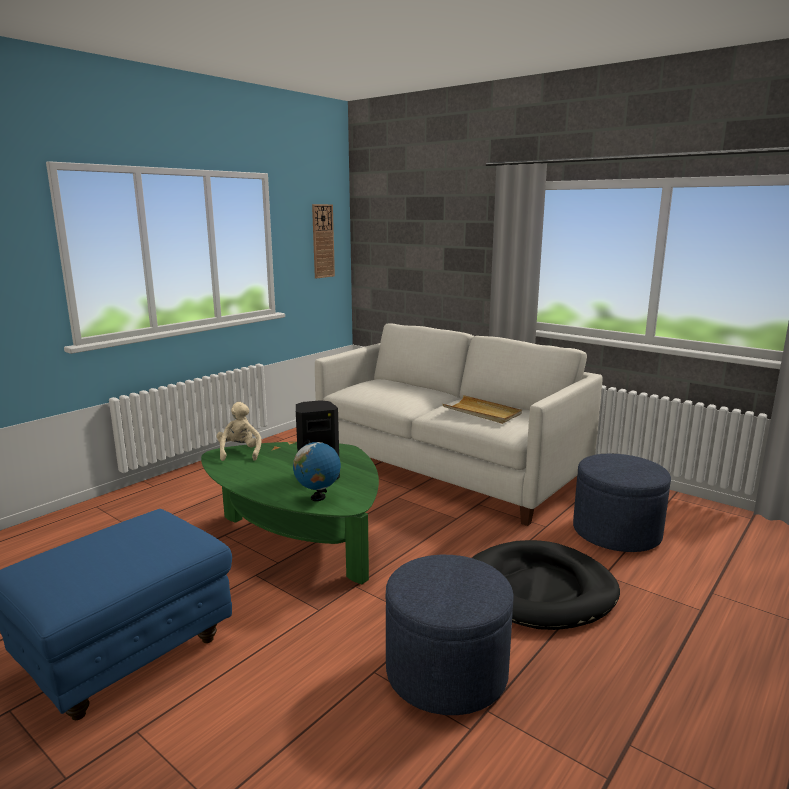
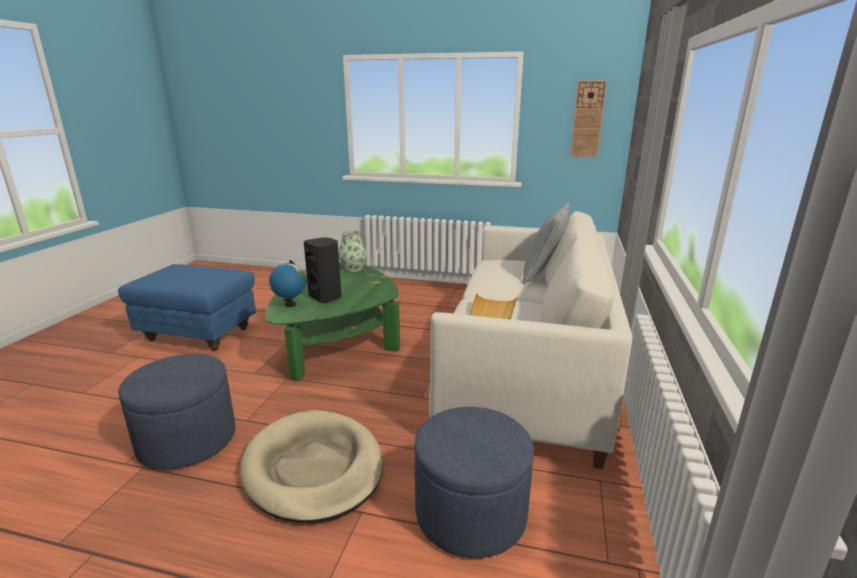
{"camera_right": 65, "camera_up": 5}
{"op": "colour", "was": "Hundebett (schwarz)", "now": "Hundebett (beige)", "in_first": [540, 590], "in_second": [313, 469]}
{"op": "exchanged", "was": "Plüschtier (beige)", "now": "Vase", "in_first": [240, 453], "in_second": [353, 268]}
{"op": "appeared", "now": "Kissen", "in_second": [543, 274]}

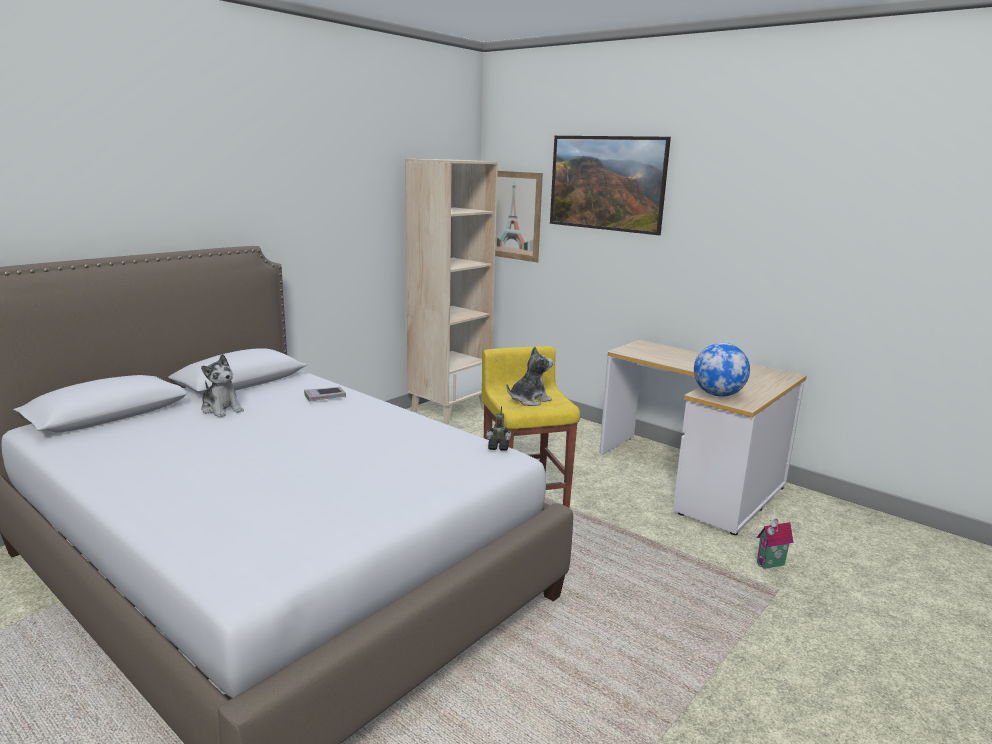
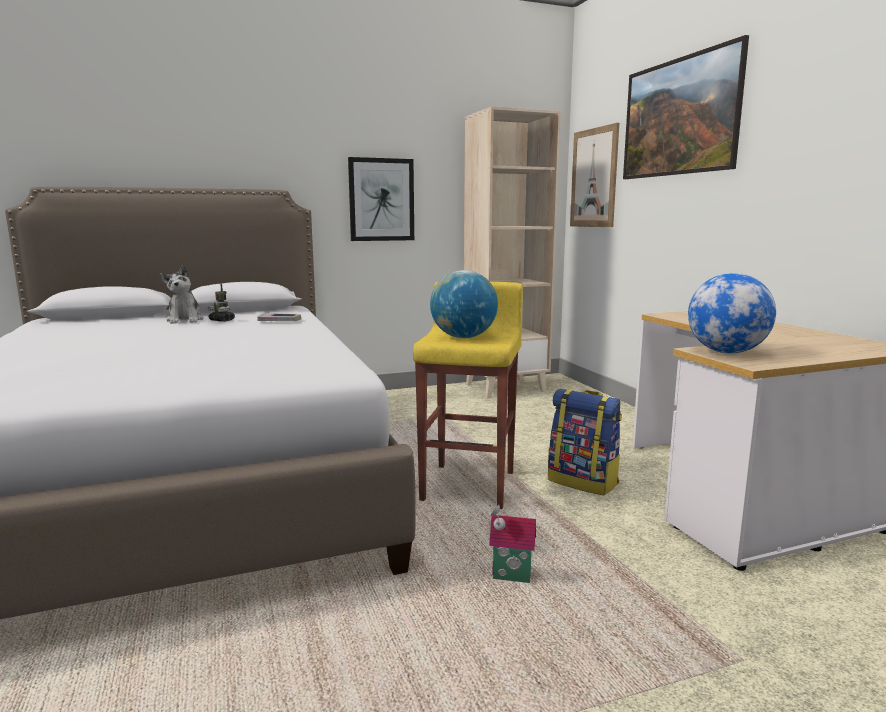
{"camera_right": 30, "camera_up": -5}
{"op": "relocated", "was": "Spielzeugroboter", "in_first": [498, 447], "in_second": [222, 320]}
{"op": "appeared", "now": "Bild", "in_second": [381, 200]}
{"op": "exchanged", "was": "Plüschtier", "now": "Globus", "in_first": [529, 400], "in_second": [463, 337]}
{"op": "relocated", "was": "Spielzeughaus", "in_first": [771, 565], "in_second": [511, 579]}
{"op": "appeared", "now": "Rucksack", "in_second": [583, 482]}

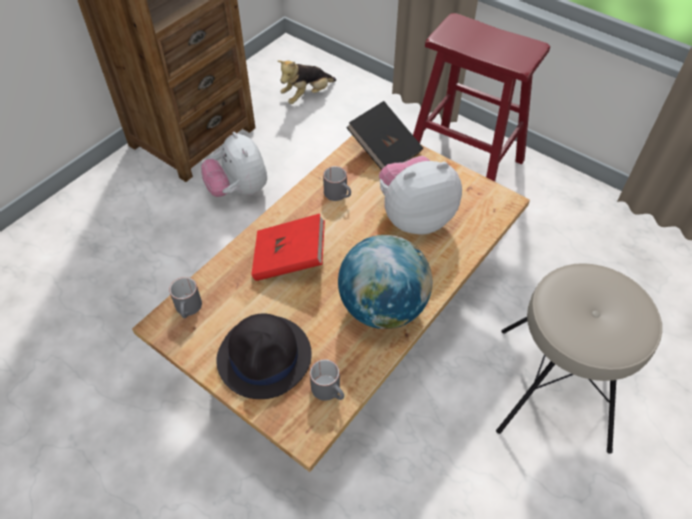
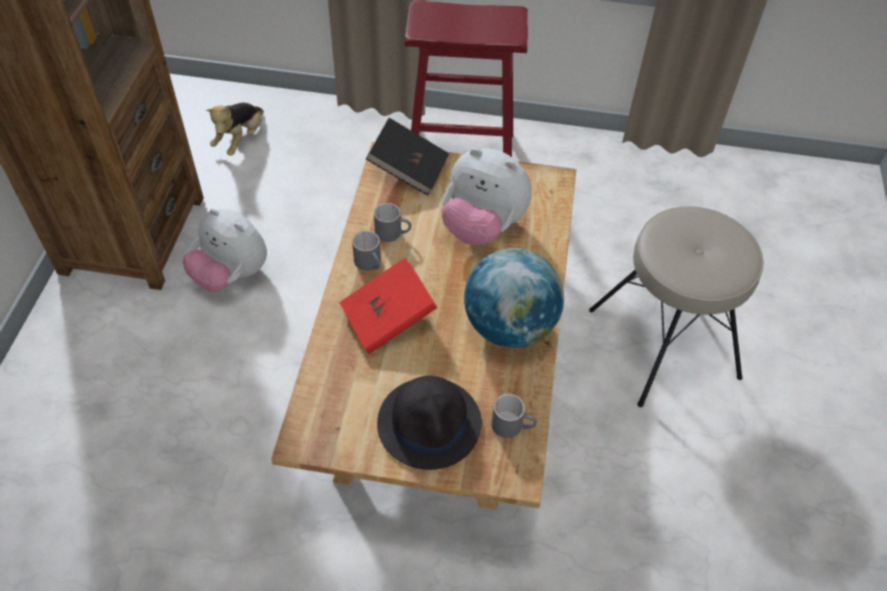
{"camera_right": -30, "camera_up": 0}
{"op": "relocated", "was": "Henkelbecher (grau)", "in_first": [189, 309], "in_second": [371, 264]}
{"op": "spun", "was": "Plüschtier", "in_first": [414, 217], "in_second": [482, 227], "clockwise": -105}

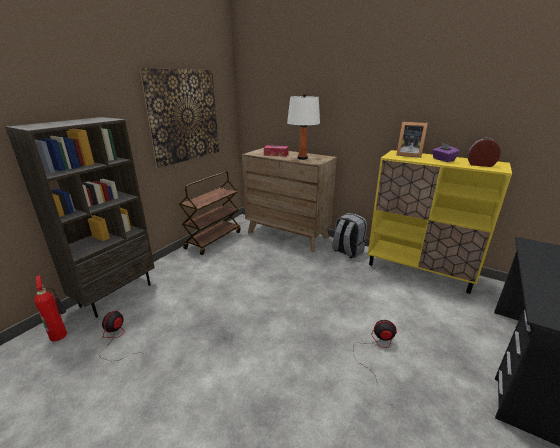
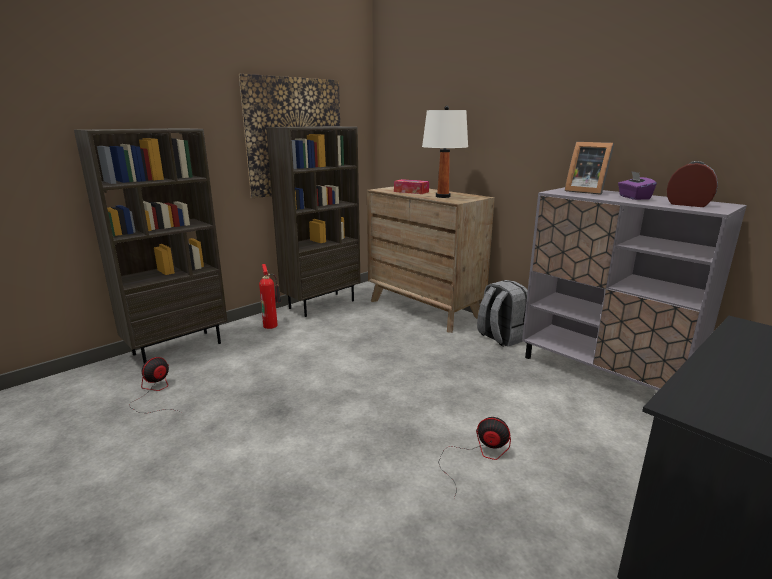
{"camera_right": 15, "camera_up": -5}
{"op": "relocated", "was": "Feuerlöscher", "in_first": [60, 334], "in_second": [271, 325]}
{"op": "exchanged", "was": "Rollwagen (braun)", "now": "Bücherregal (braun)", "in_first": [213, 239], "in_second": [322, 304]}
{"op": "colour", "was": "Schrank (gelb)", "now": "Schrank (grau)", "in_first": [419, 270], "in_second": [603, 374]}

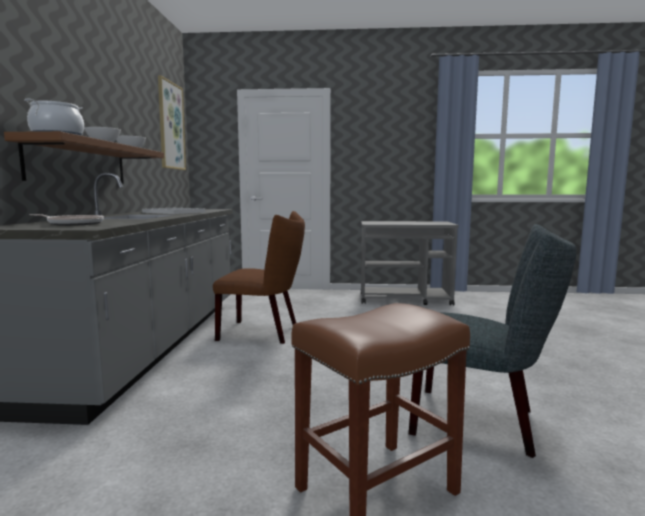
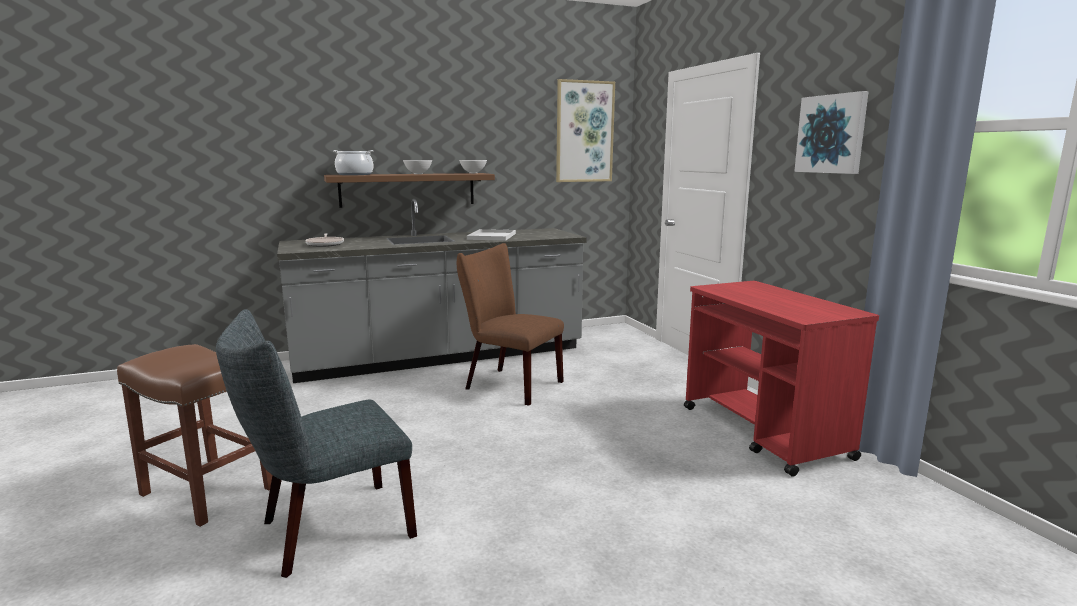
{"camera_right": 65, "camera_up": 5}
{"op": "spun", "was": "Stuhl (grau)", "in_first": [482, 422], "in_second": [327, 531], "clockwise": 60}
{"op": "spun", "was": "Stuhl (braun)", "in_first": [264, 332], "in_second": [508, 384], "clockwise": 135}
{"op": "colour", "was": "Rollwagen (grau)", "now": "Rollwagen (rot)", "in_first": [405, 299], "in_second": [764, 432]}
{"op": "appeared", "now": "Bild", "in_second": [831, 134]}

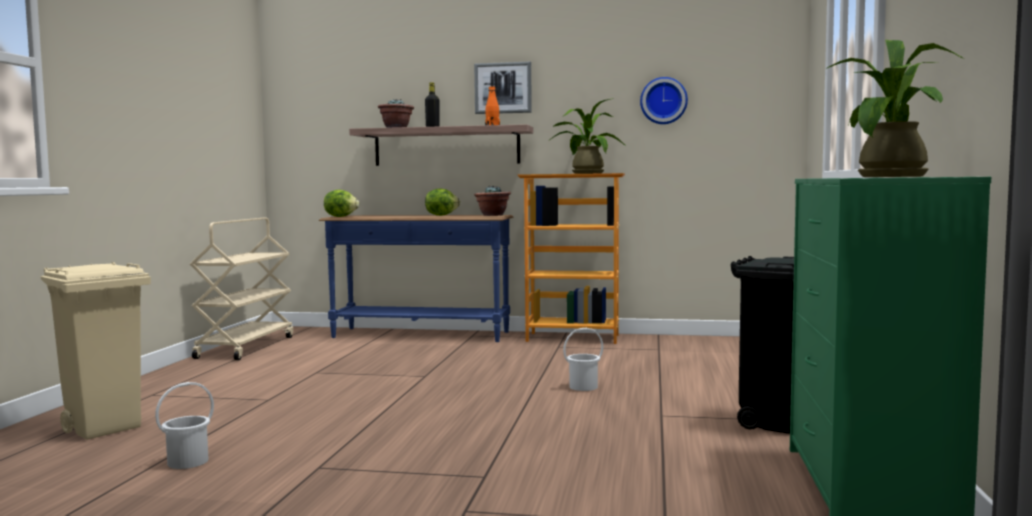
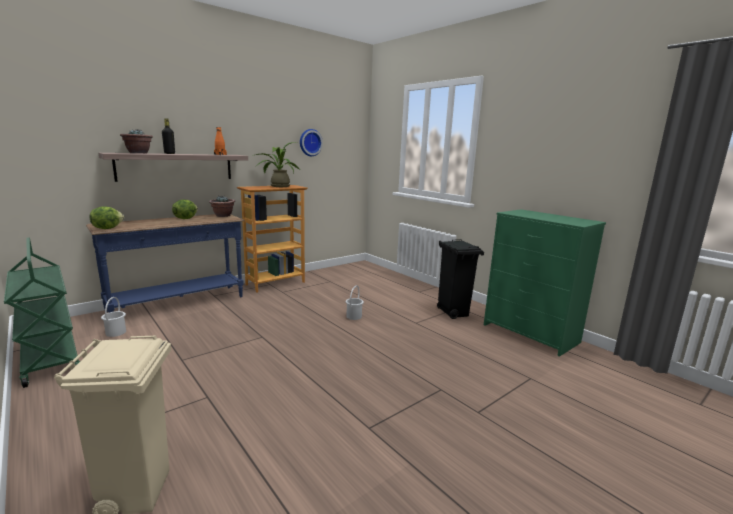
{"camera_right": -50, "camera_up": 10}
{"op": "colour", "was": "Rollwagen (beige)", "now": "Rollwagen (grün)", "in_first": [245, 347], "in_second": [49, 357]}
{"op": "relocated", "was": "Eimer (weiß)", "in_first": [188, 462], "in_second": [116, 332]}
{"op": "missing", "was": "Bild", "in_first": [503, 88]}
{"op": "missing", "was": "Topfpflanze", "in_first": [889, 176]}

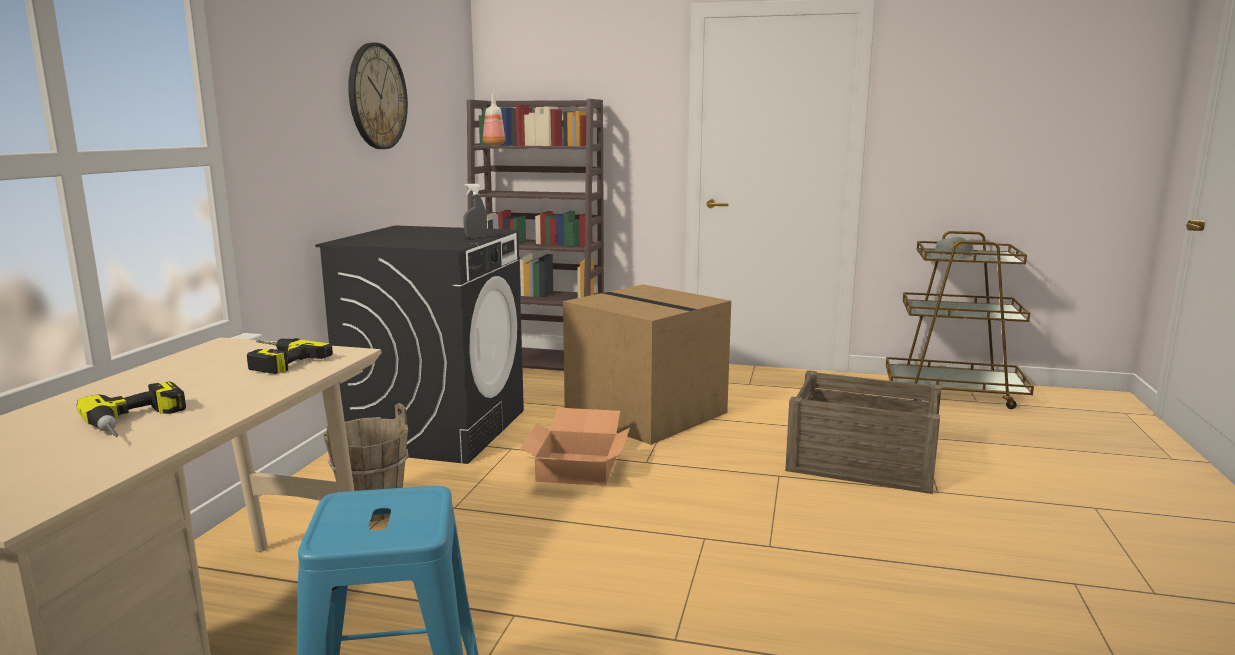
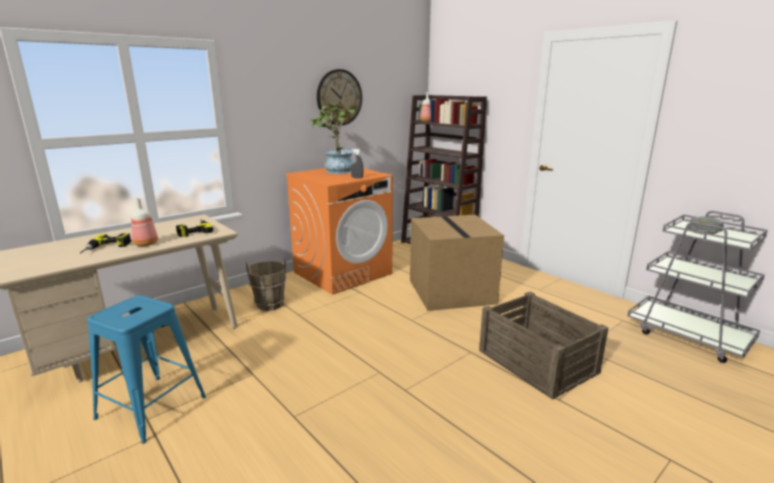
{"camera_right": 35, "camera_up": 5}
{"op": "appeared", "now": "Flasche", "in_second": [145, 244]}
{"op": "colour", "was": "Waschmaschine (schwarz)", "now": "Waschmaschine (orange)", "in_first": [437, 429], "in_second": [343, 273]}
{"op": "appeared", "now": "Topfpflanze", "in_second": [336, 172]}
{"op": "colour", "was": "Rollwagen (braun)", "now": "Rollwagen (grau)", "in_first": [954, 393], "in_second": [688, 336]}
{"op": "missing", "was": "Karton", "in_first": [576, 468]}

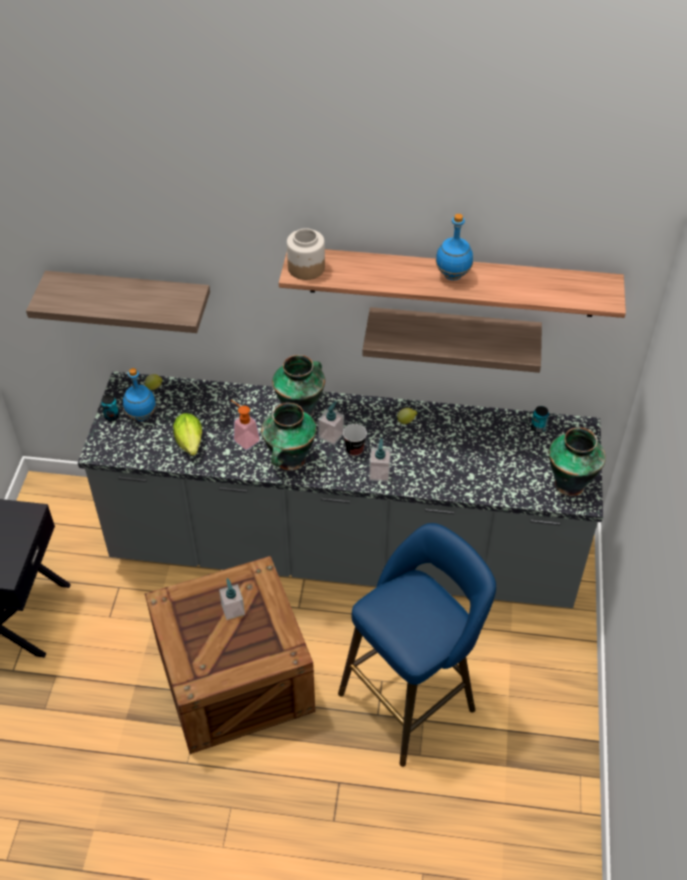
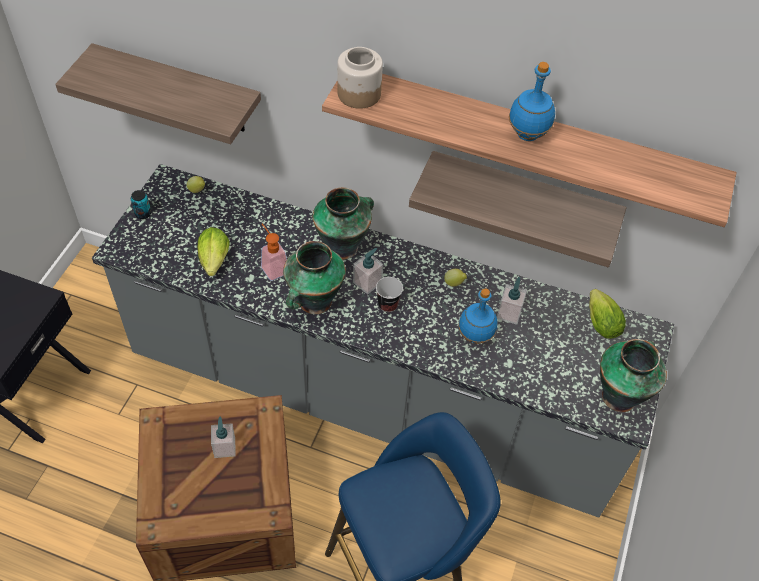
{"camera_right": 10, "camera_up": 5}
{"op": "relocated", "was": "Flasche (blau)", "in_first": [141, 416], "in_second": [475, 336]}
{"op": "relocated", "was": "Seifenspender", "in_first": [379, 473], "in_second": [509, 313]}
{"op": "exchanged", "was": "Dose", "now": "Salatkopf", "in_first": [538, 428], "in_second": [600, 321]}

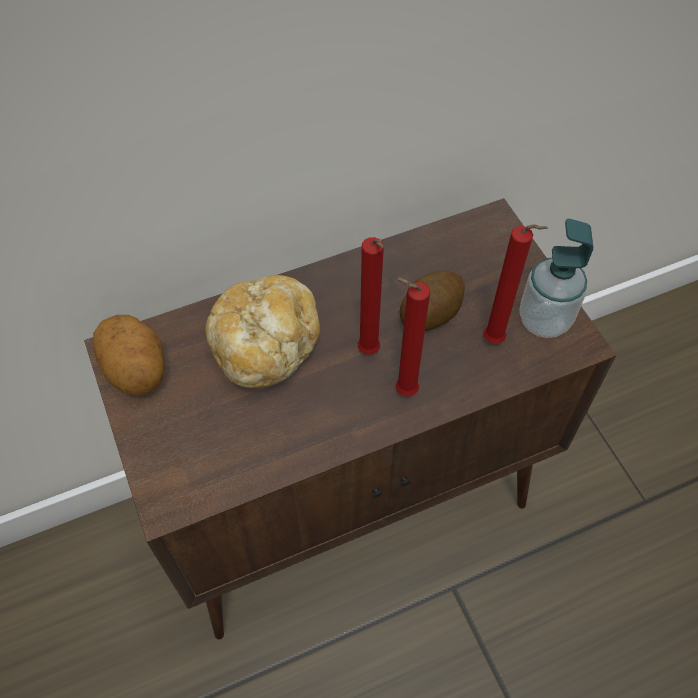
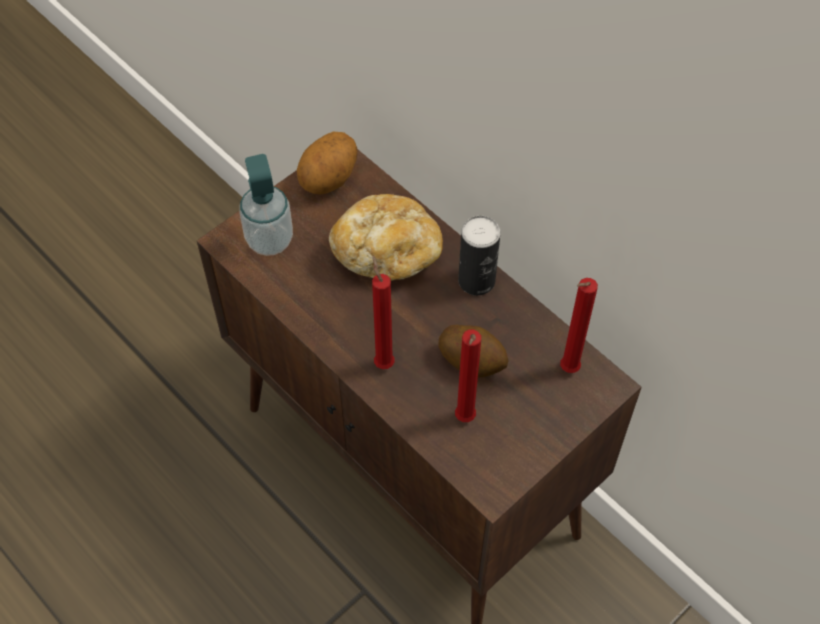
{"camera_right": 70, "camera_up": 0}
{"op": "relocated", "was": "Seifenspender", "in_first": [544, 320], "in_second": [269, 240]}
{"op": "appeared", "now": "Dose", "in_second": [476, 280]}
{"op": "relocated", "was": "Kerze (rot)", "in_first": [369, 353], "in_second": [566, 370]}

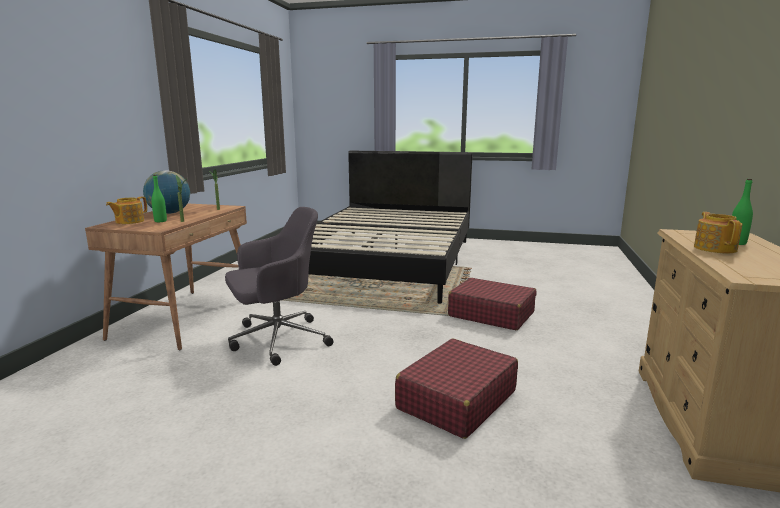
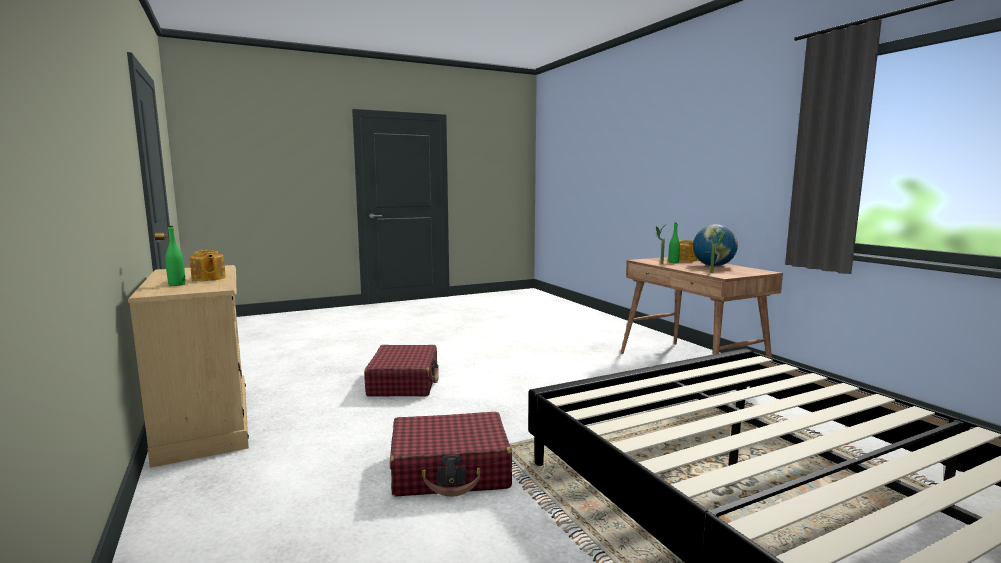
{"camera_right": 140, "camera_up": -5}
{"op": "missing", "was": "Bürostuhl (grau)", "in_first": [277, 340]}

